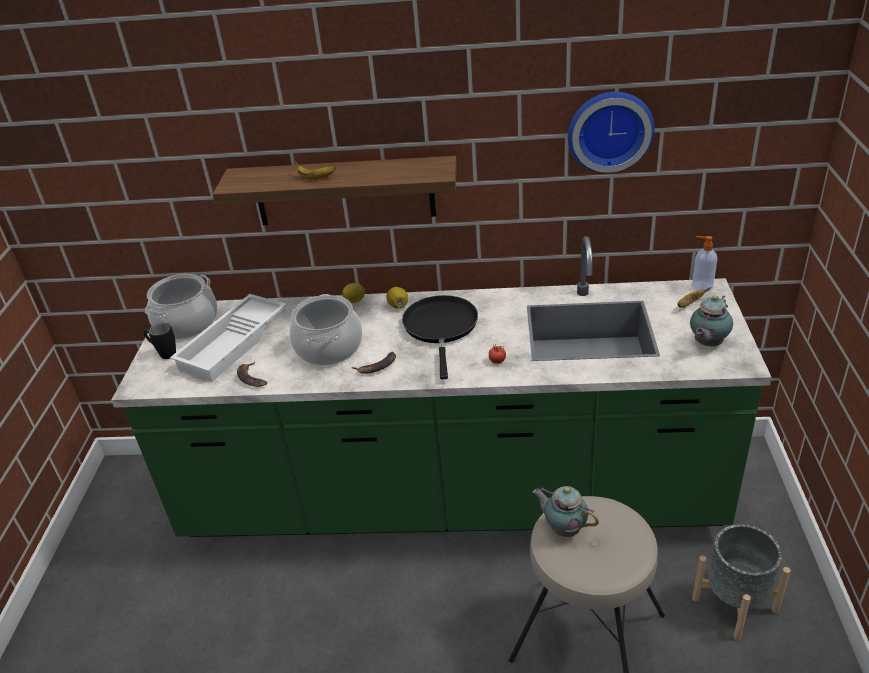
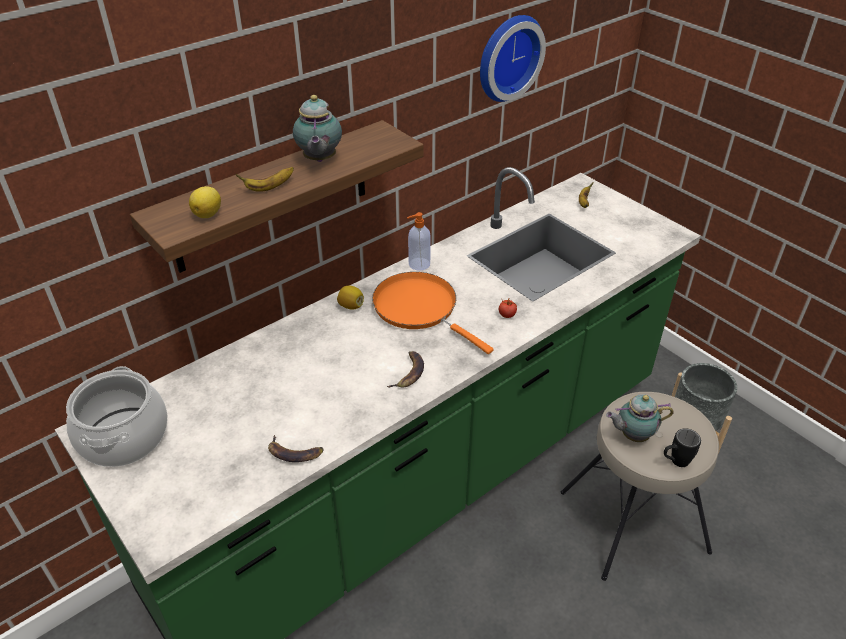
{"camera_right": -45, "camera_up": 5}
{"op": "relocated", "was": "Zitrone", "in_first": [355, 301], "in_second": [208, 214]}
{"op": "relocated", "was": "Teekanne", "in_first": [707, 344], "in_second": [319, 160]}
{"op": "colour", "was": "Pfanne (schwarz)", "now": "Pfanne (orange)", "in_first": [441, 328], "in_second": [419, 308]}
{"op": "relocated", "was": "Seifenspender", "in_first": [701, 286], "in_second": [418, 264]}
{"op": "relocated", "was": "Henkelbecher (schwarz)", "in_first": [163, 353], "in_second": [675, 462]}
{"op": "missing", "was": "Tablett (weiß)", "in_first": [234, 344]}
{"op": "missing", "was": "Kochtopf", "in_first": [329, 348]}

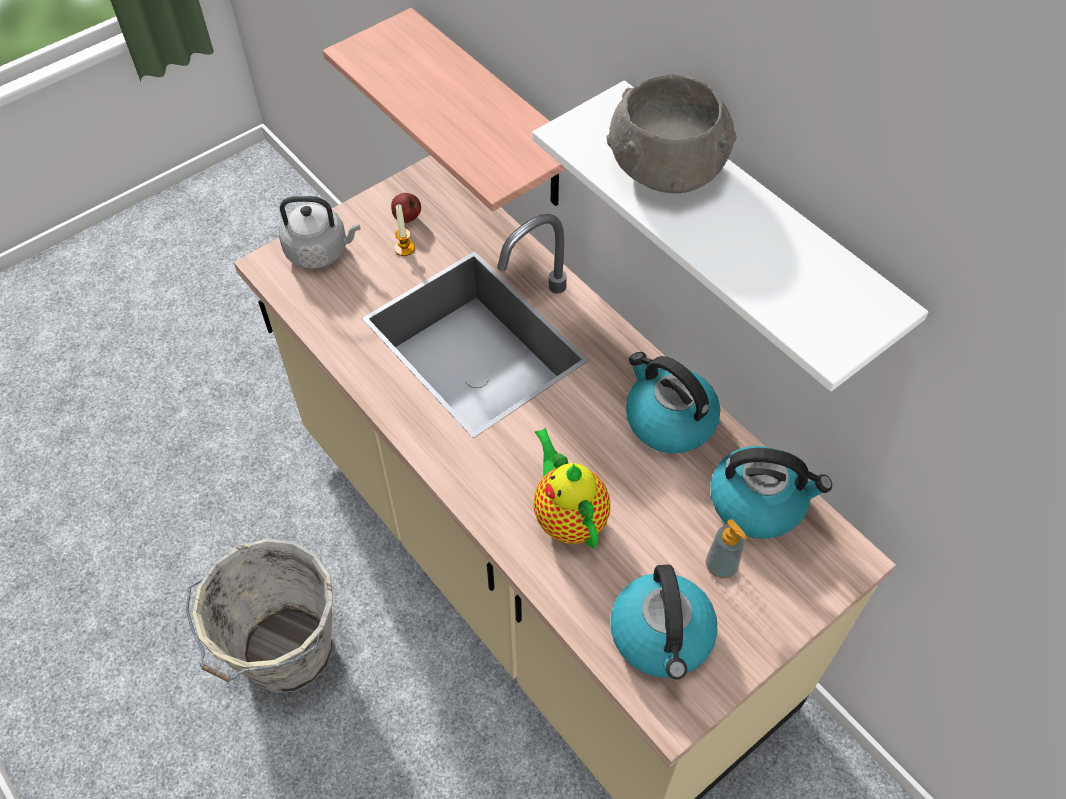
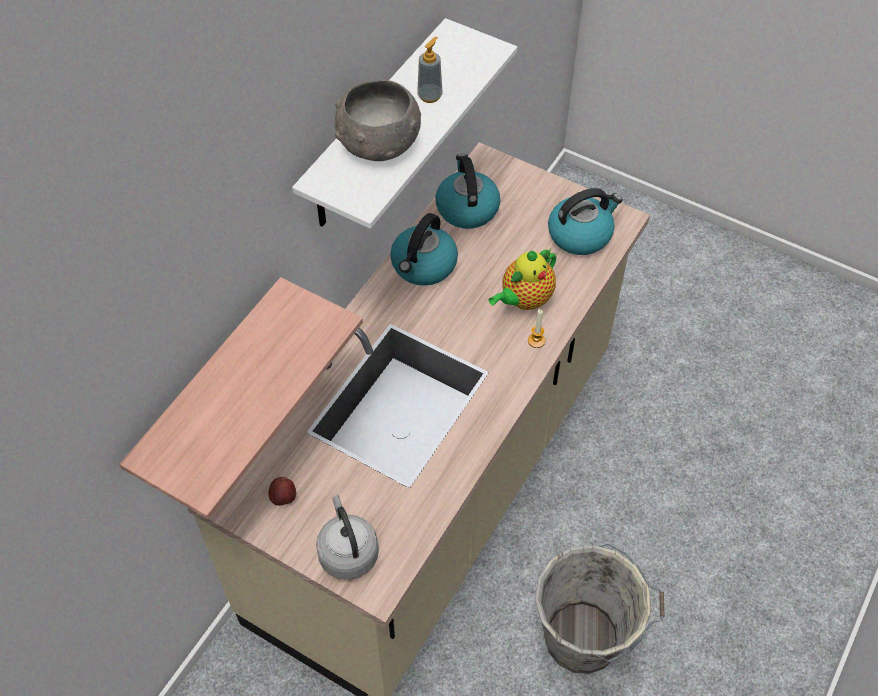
{"camera_right": -110, "camera_up": 0}
{"op": "relocated", "was": "Seifenspender", "in_first": [721, 566], "in_second": [430, 95]}
{"op": "relocated", "was": "Kerze", "in_first": [404, 248], "in_second": [536, 341]}

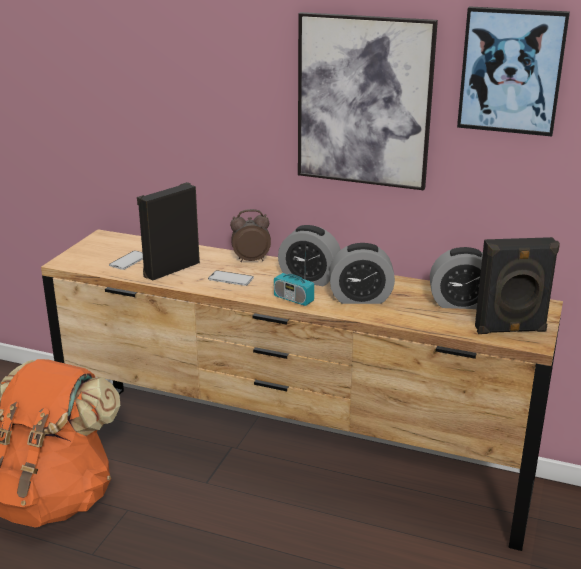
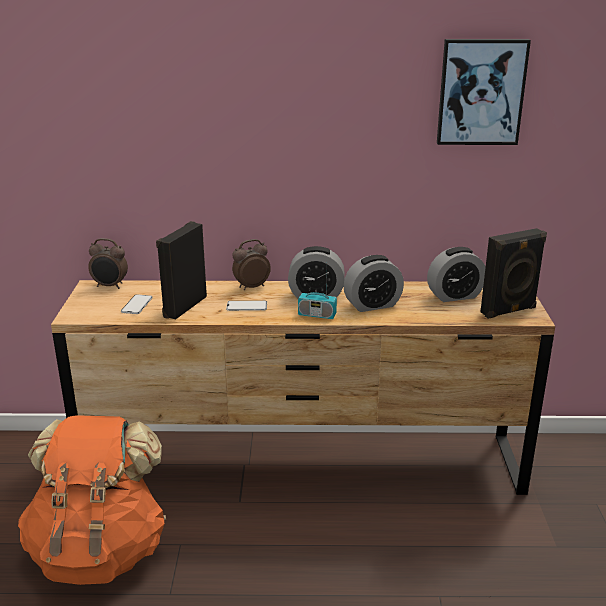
{"camera_right": -20, "camera_up": 0}
{"op": "appeared", "now": "Wecker", "in_second": [110, 286]}
{"op": "missing", "was": "Bild", "in_first": [364, 101]}

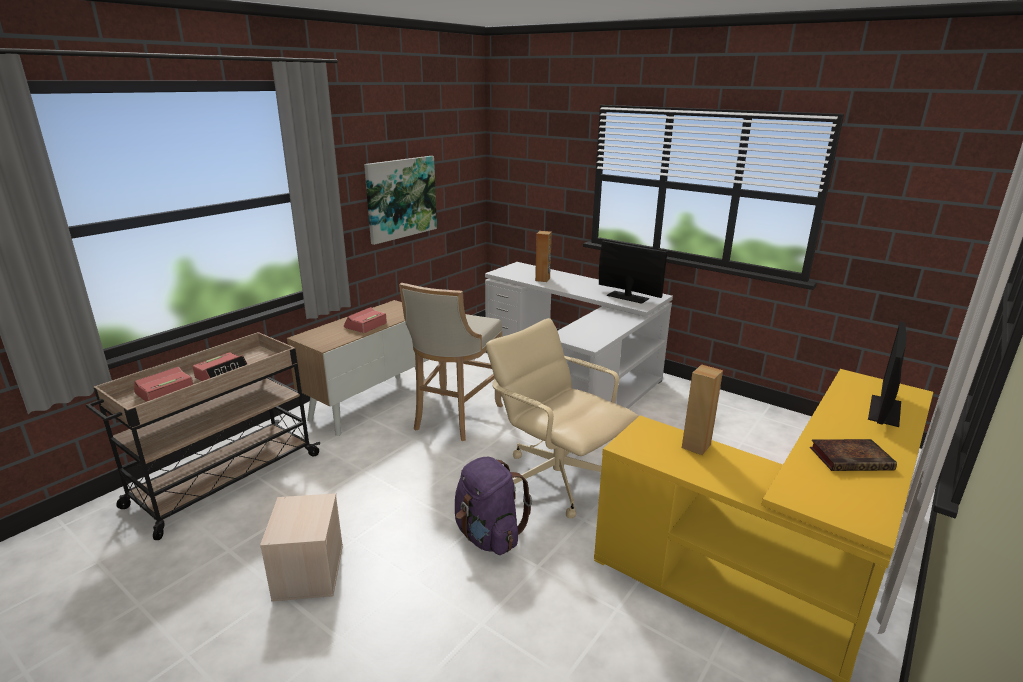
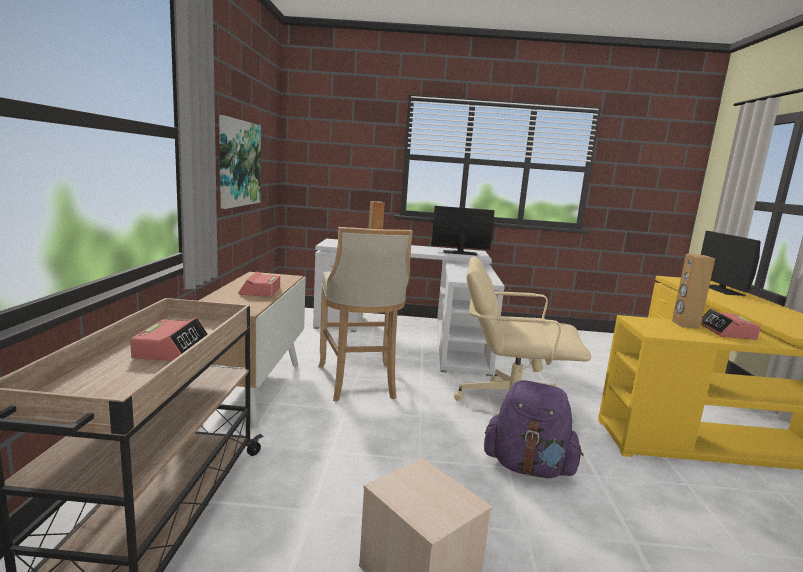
{"camera_right": -35, "camera_up": -10}
{"op": "relocated", "was": "Wecker", "in_first": [165, 392], "in_second": [726, 332]}
{"op": "missing", "was": "Buch", "in_first": [852, 459]}

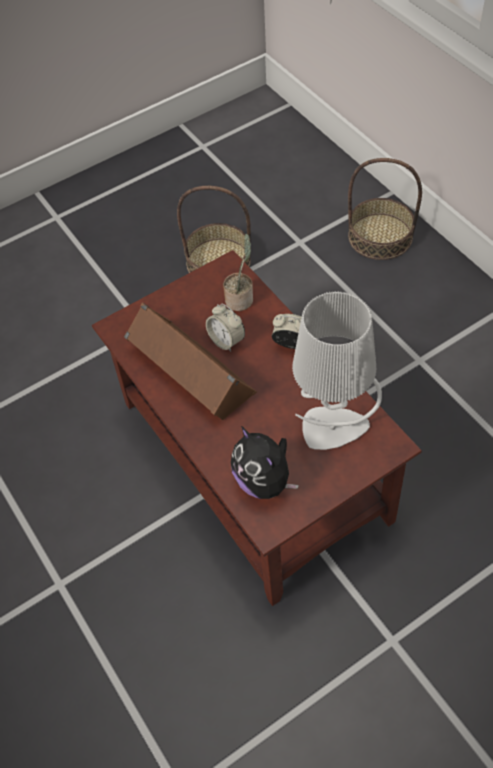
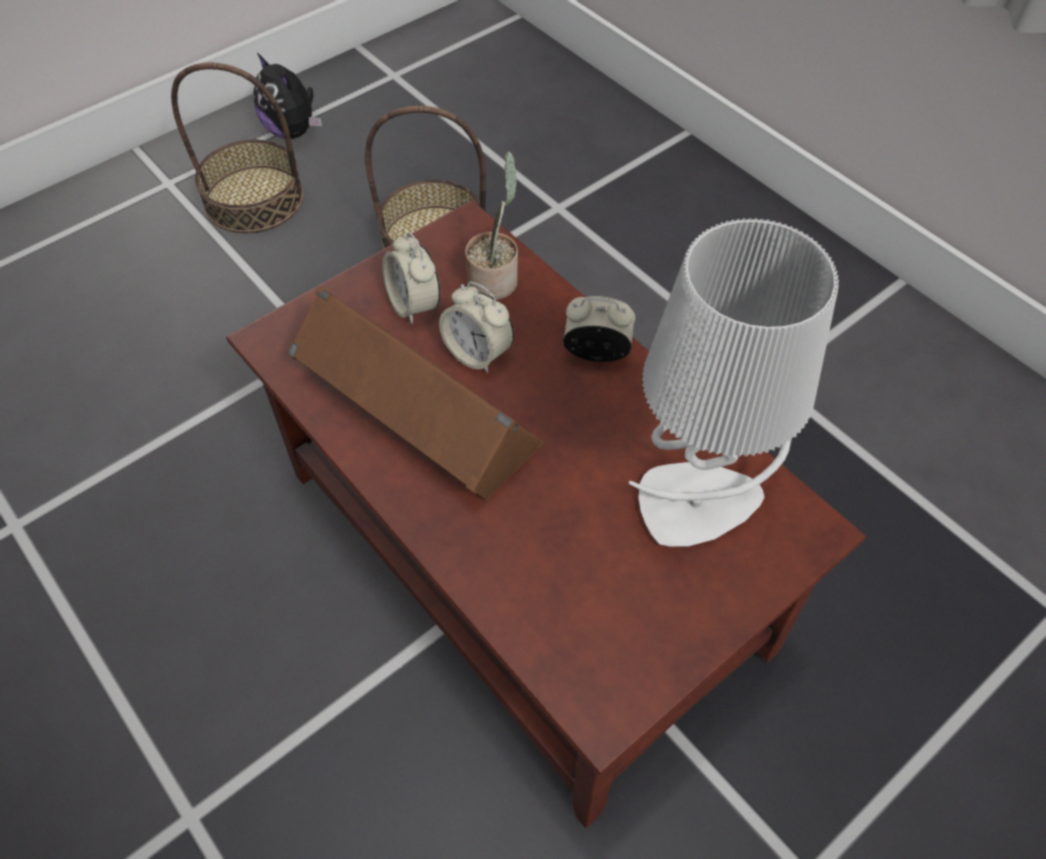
{"camera_right": -10, "camera_up": 0}
{"op": "relocated", "was": "Korb", "in_first": [380, 236], "in_second": [254, 199]}
{"op": "relocated", "was": "Plüschtier", "in_first": [264, 481], "in_second": [293, 131]}
{"op": "appeared", "now": "Wecker", "in_second": [414, 304]}

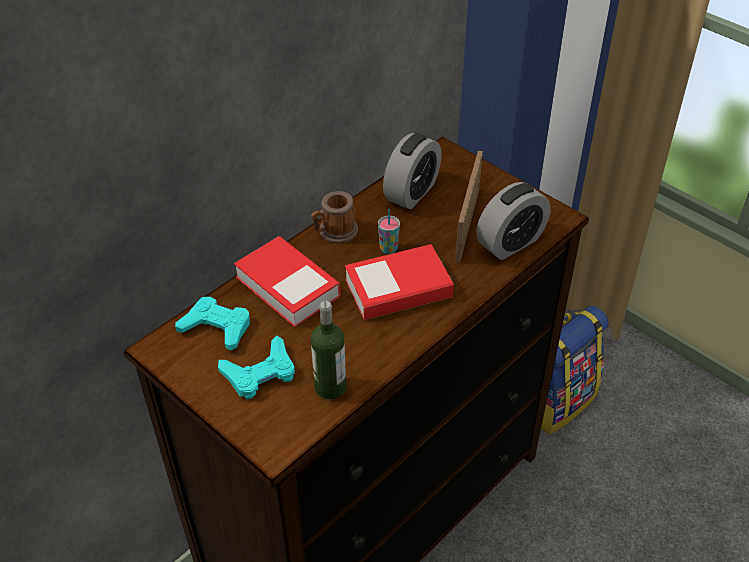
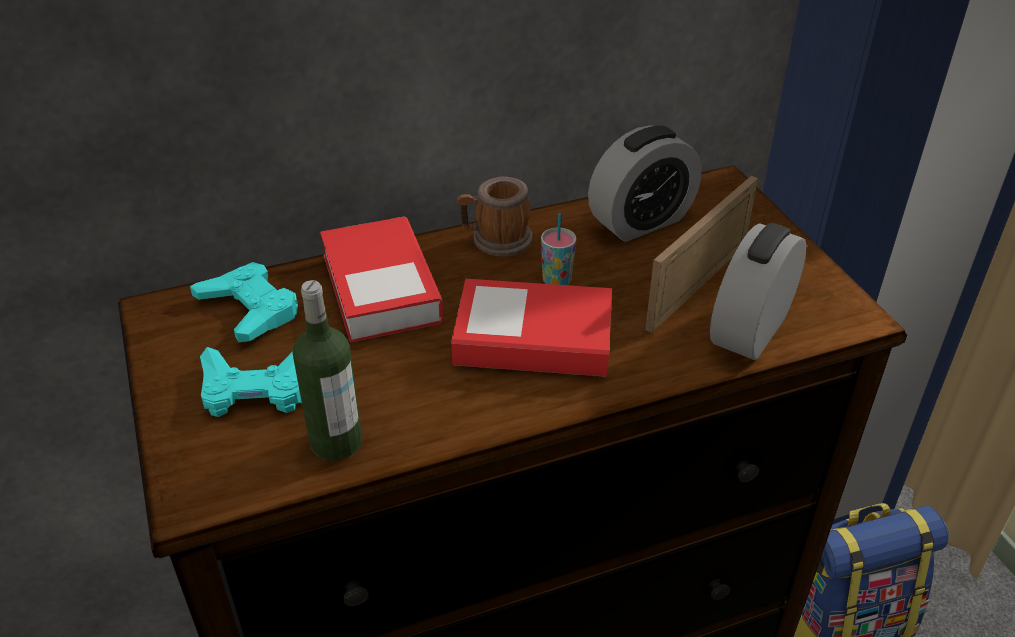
{"camera_right": 25, "camera_up": -5}
{"op": "spun", "was": "Wecker", "in_first": [510, 243], "in_second": [750, 330], "clockwise": 135}

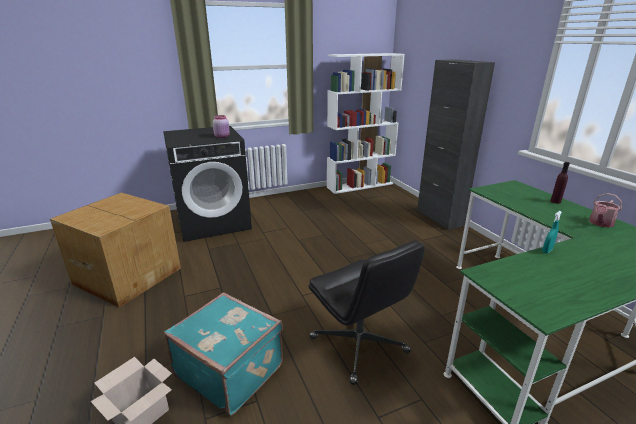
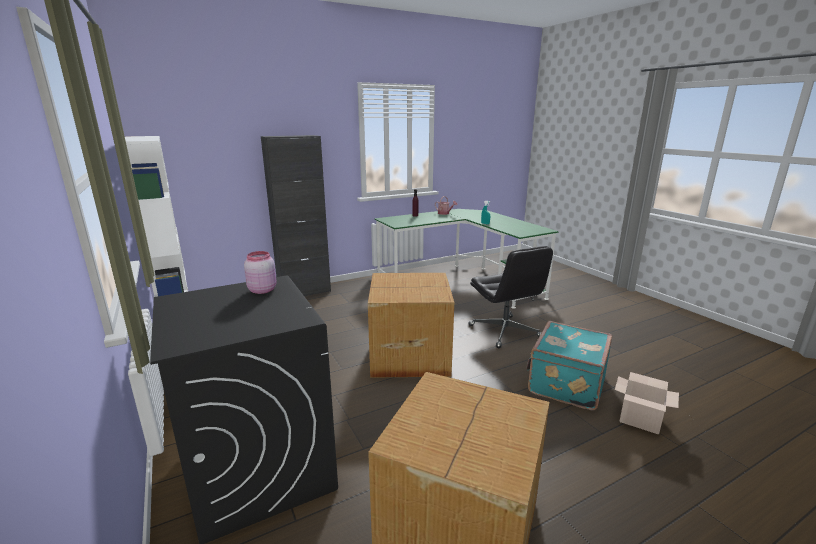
{"camera_right": -95, "camera_up": -5}
{"op": "appeared", "now": "Karton", "in_second": [408, 355]}
{"op": "spun", "was": "Bürostuhl (schwarz)", "in_first": [360, 345], "in_second": [505, 332], "clockwise": 105}

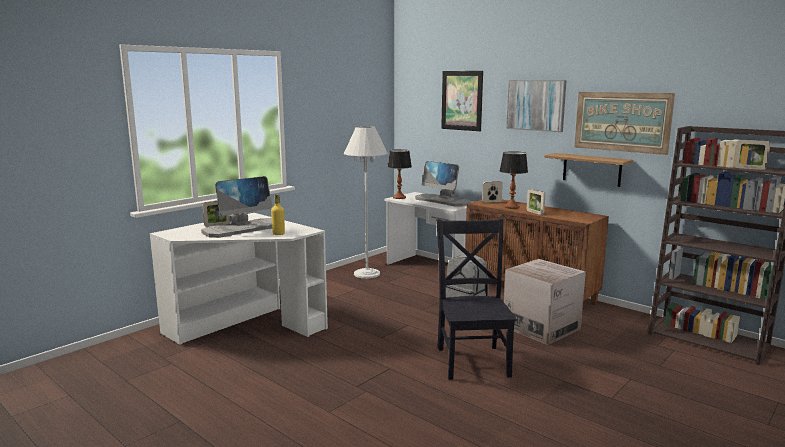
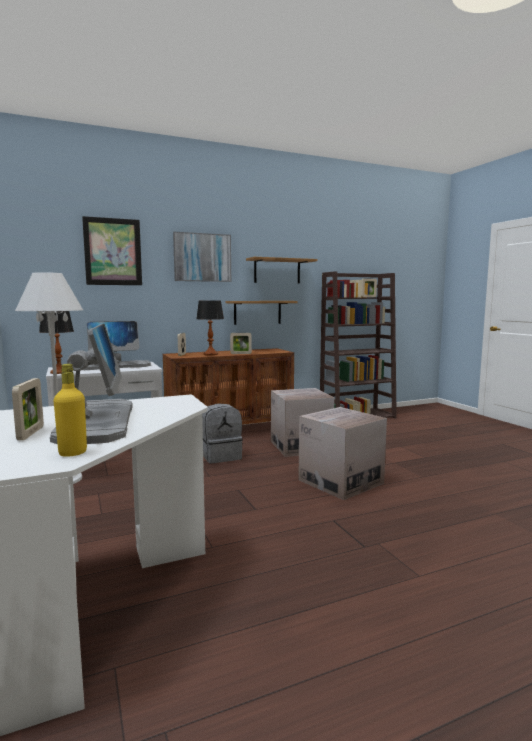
{"camera_right": -65, "camera_up": -5}
{"op": "relocated", "was": "Flasche (gelb)", "in_first": [278, 234], "in_second": [73, 453]}
{"op": "exchanged", "was": "Bild", "now": "Wandregal", "in_first": [622, 121], "in_second": [277, 271]}
{"op": "exchanged", "was": "Stuhl (schwarz)", "now": "Karton", "in_first": [472, 360], "in_second": [340, 481]}

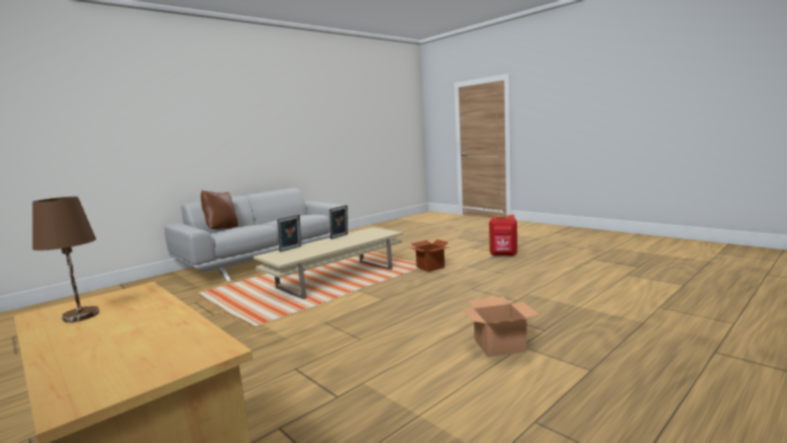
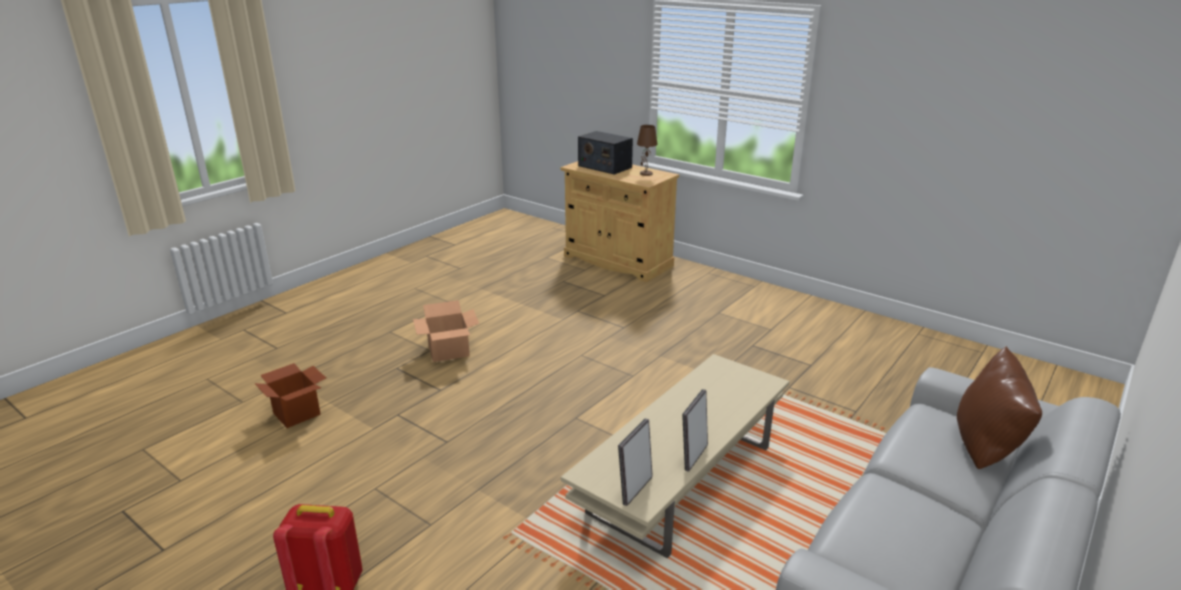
{"camera_right": 170, "camera_up": 15}
{"op": "relocated", "was": "Karton", "in_first": [430, 267], "in_second": [297, 414]}
{"op": "appeared", "now": "Radio", "in_second": [604, 166]}
{"op": "relocated", "was": "Bilderrahmen", "in_first": [291, 249], "in_second": [635, 489]}

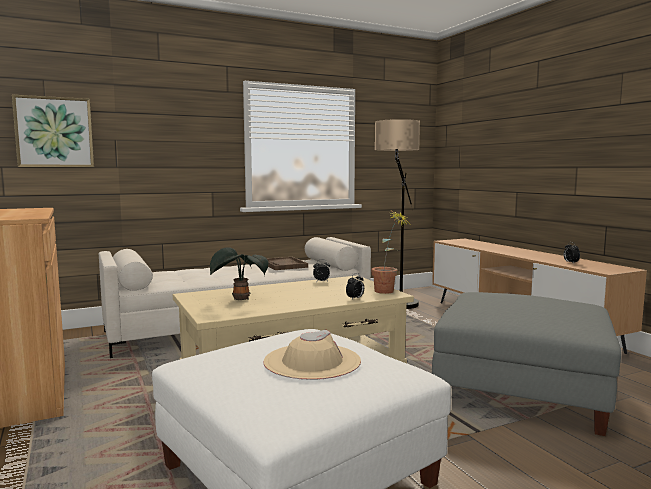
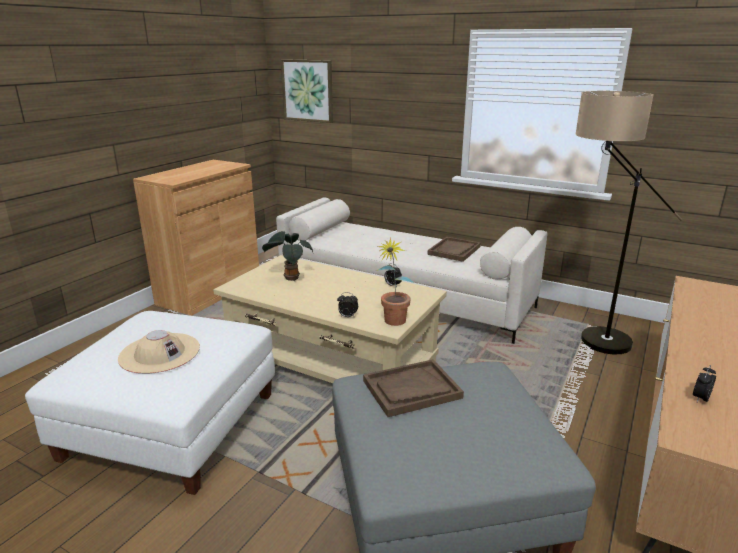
{"camera_right": 55, "camera_up": 15}
{"op": "appeared", "now": "Tablett (braun)", "in_second": [411, 389]}

